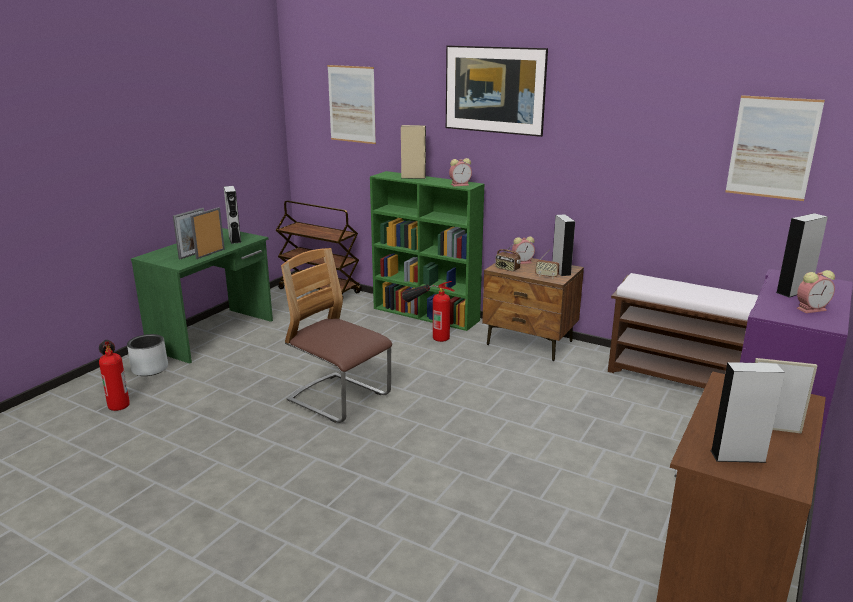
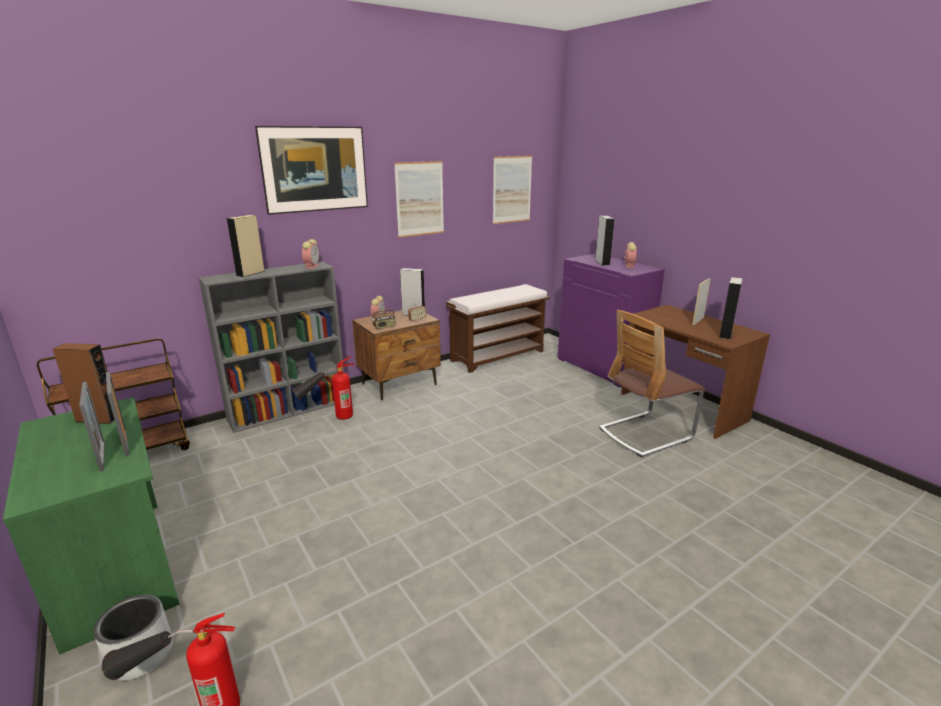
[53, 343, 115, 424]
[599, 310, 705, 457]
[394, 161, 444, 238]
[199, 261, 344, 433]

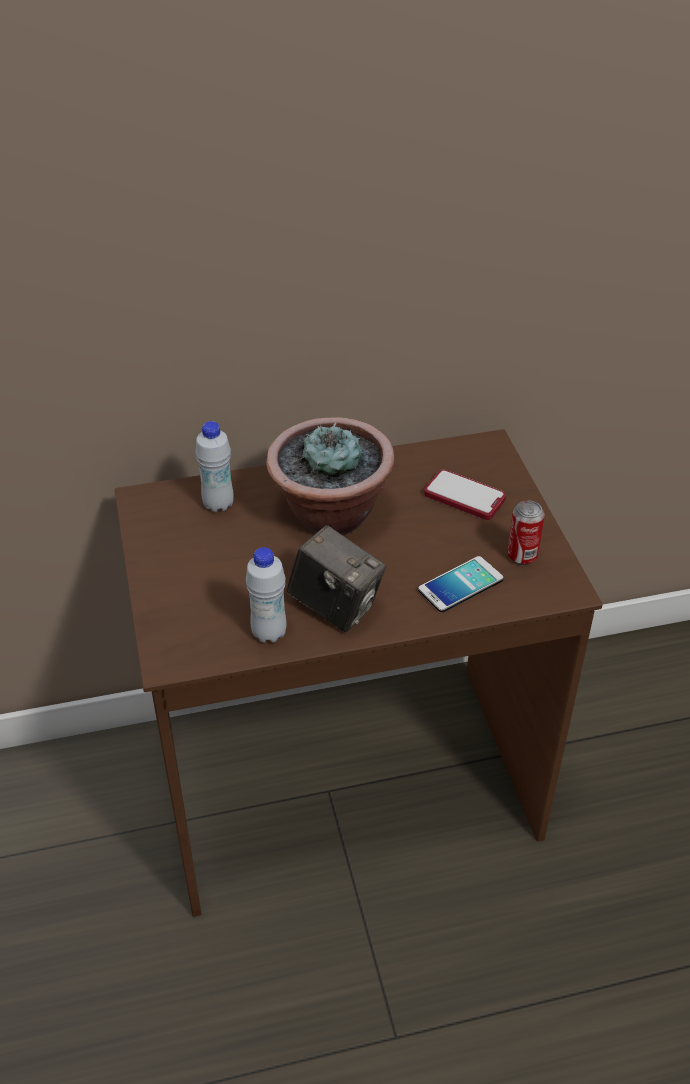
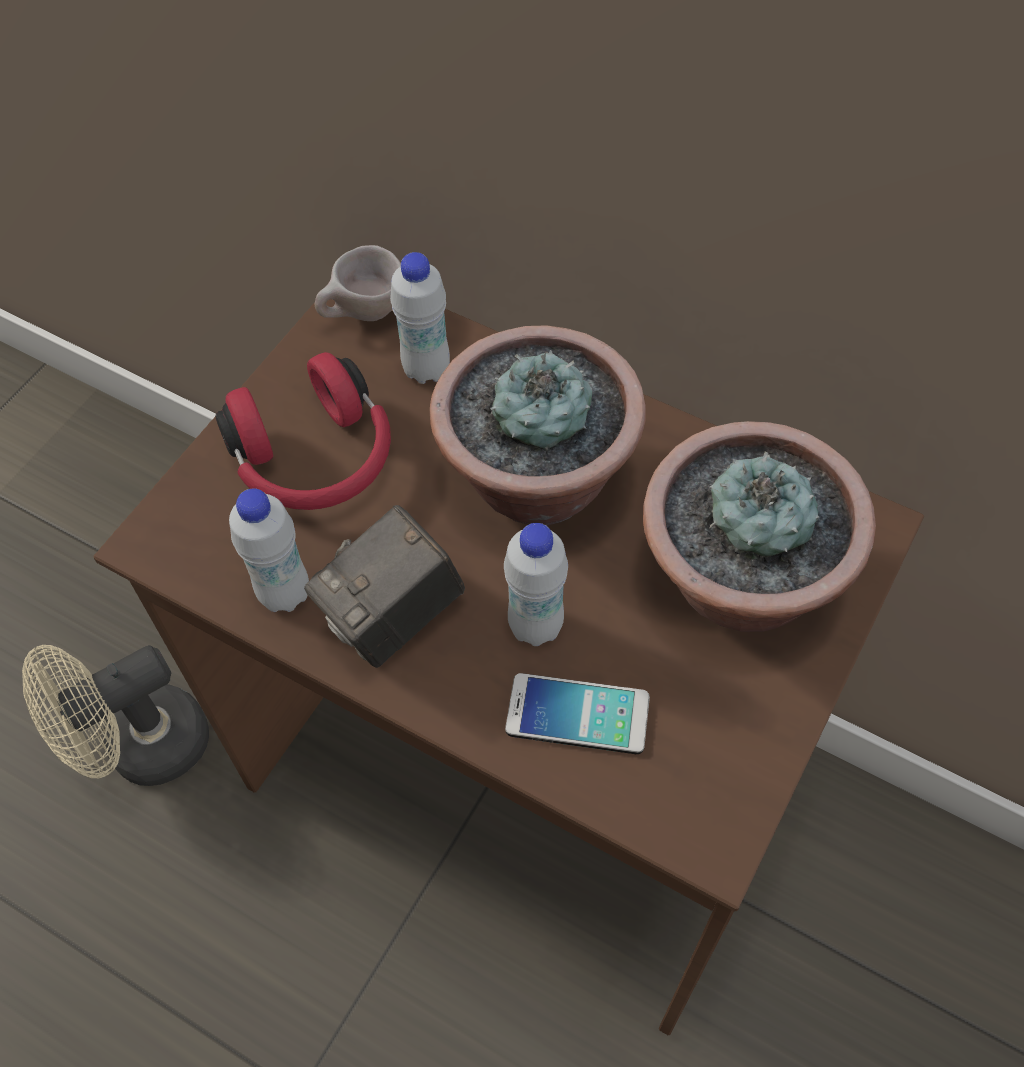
[304, 505, 465, 668]
[643, 421, 876, 632]
[507, 500, 545, 565] (first image)
[22, 645, 209, 786]
[216, 352, 391, 510]
[315, 245, 401, 321]
[504, 523, 568, 646]

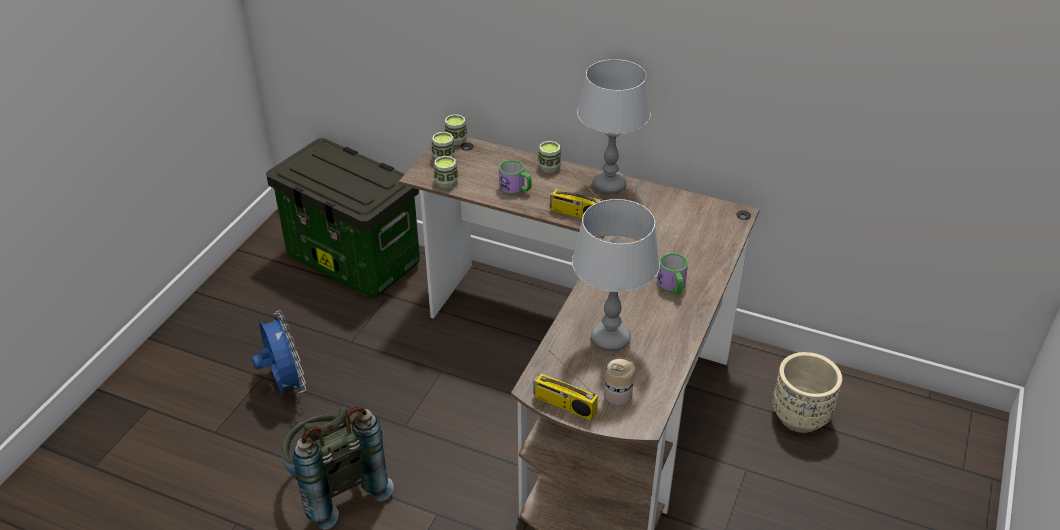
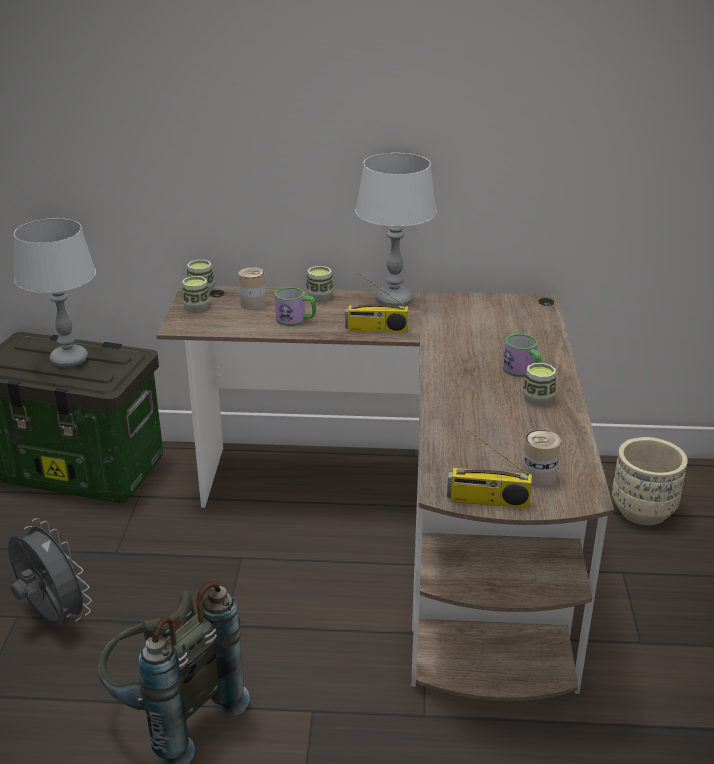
[8, 518, 92, 626]
[523, 363, 556, 406]
[14, 218, 96, 367]
[239, 267, 266, 310]

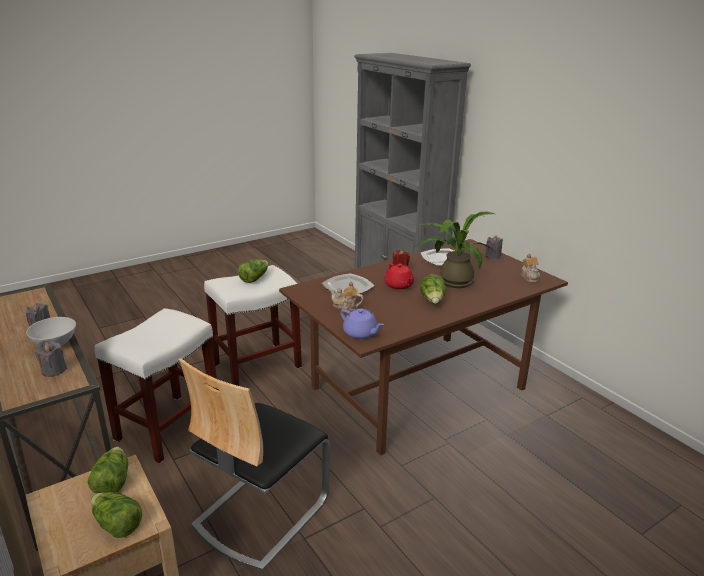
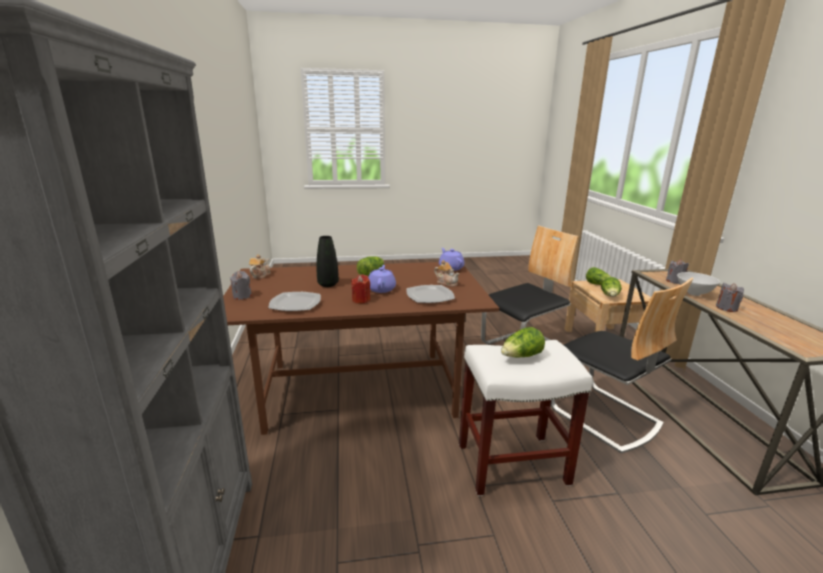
[550, 277, 694, 454]
[368, 265, 396, 293]
[316, 236, 339, 287]

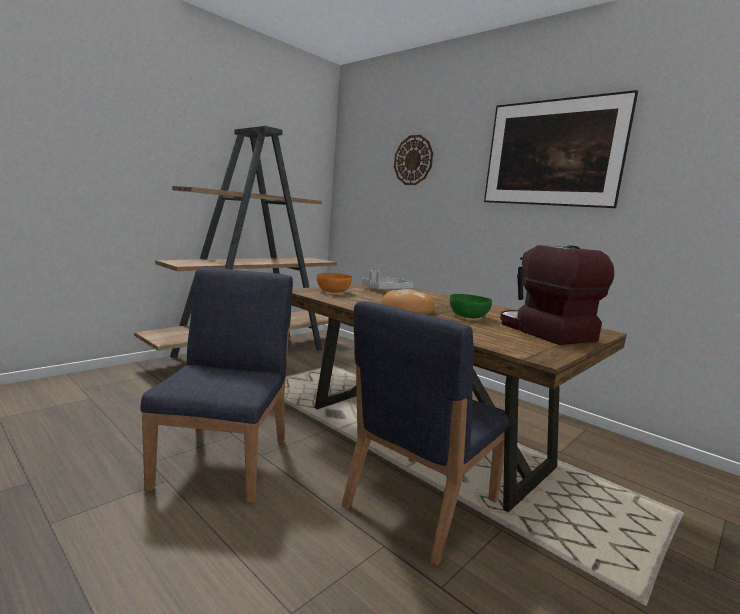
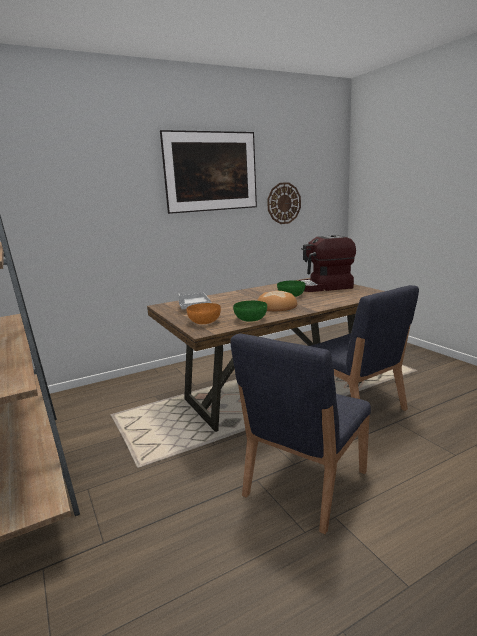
[230, 333, 371, 534]
[267, 182, 301, 224]
[233, 301, 267, 322]

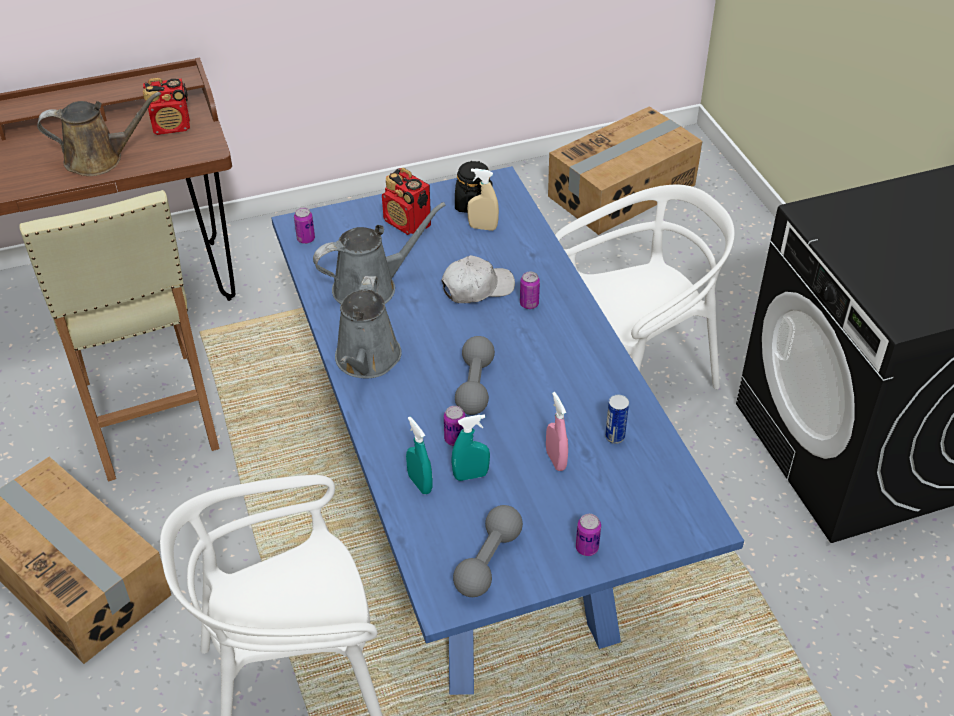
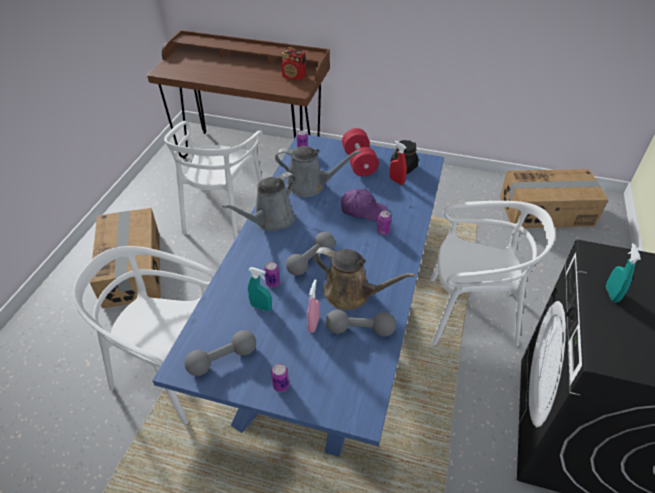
[164, 121, 263, 241]
[313, 247, 415, 310]
[342, 128, 379, 176]
[606, 243, 641, 303]
[341, 189, 388, 221]
[390, 141, 407, 185]
[325, 310, 396, 337]

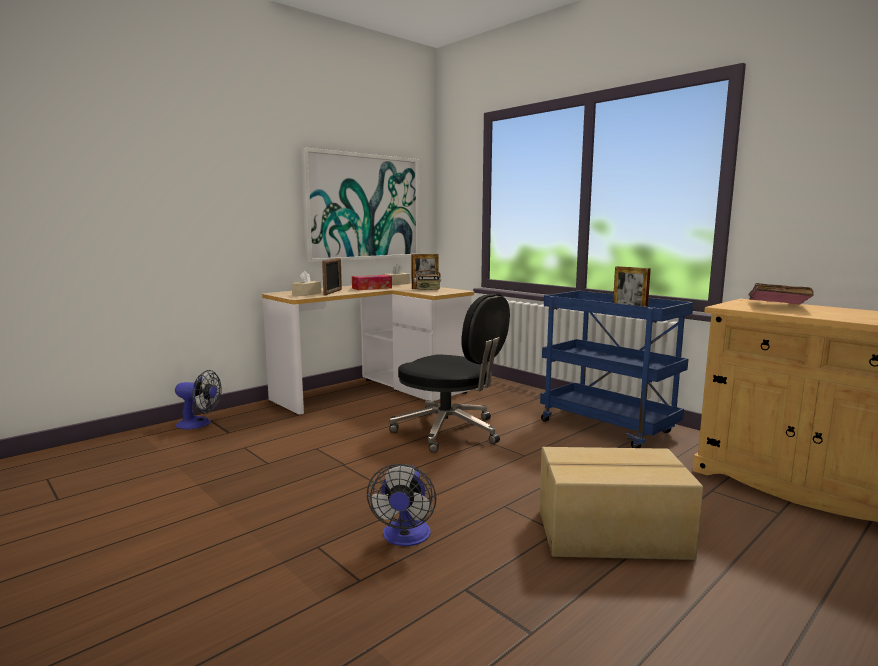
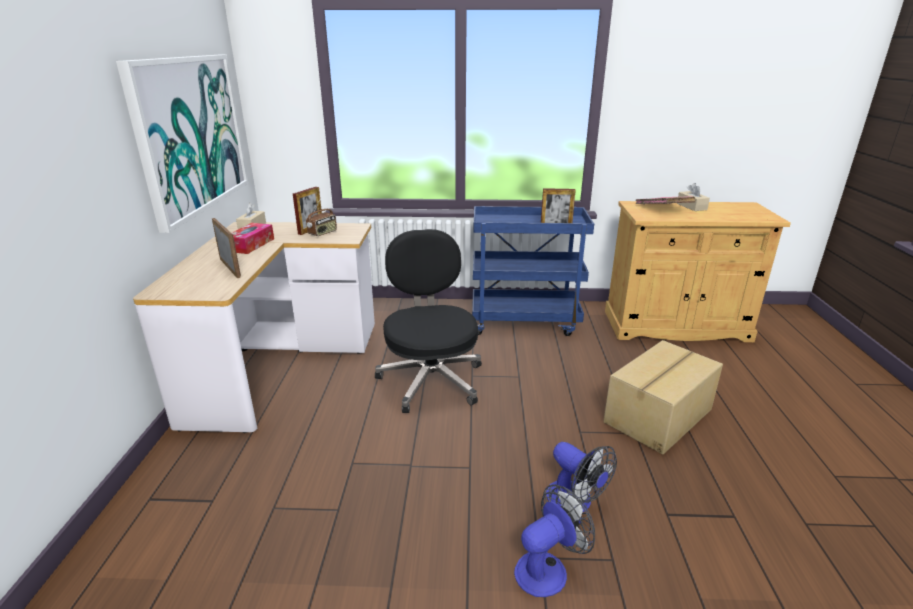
[514, 484, 595, 597]
[677, 183, 710, 211]
[375, 229, 482, 413]

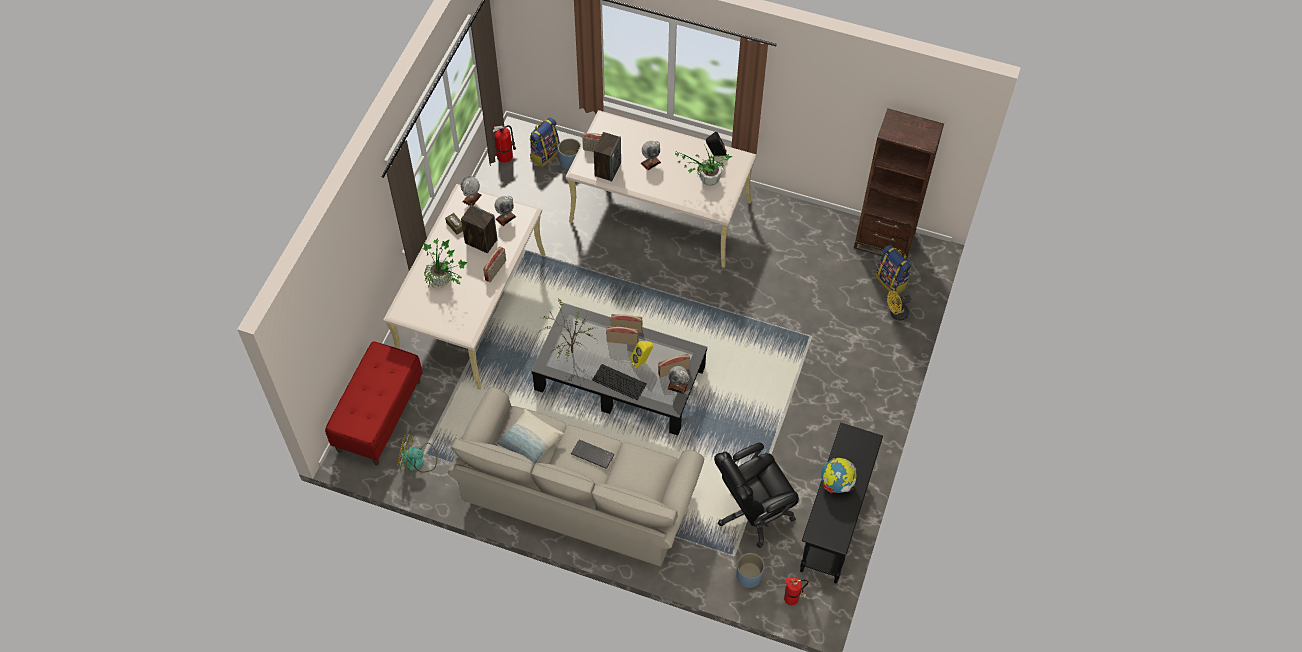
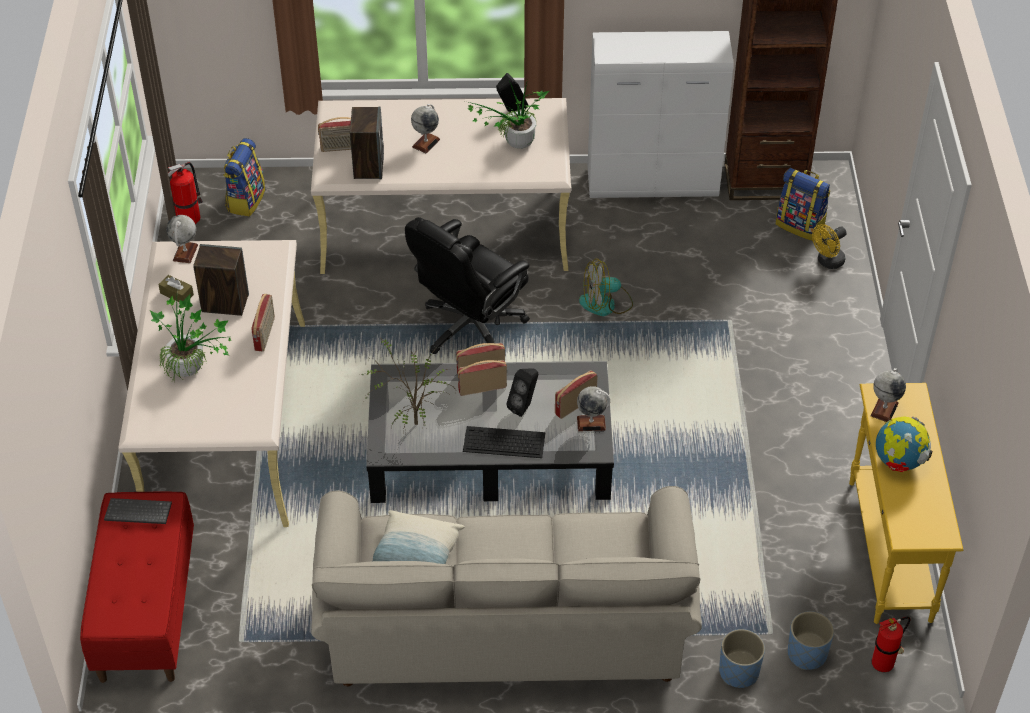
[579, 259, 633, 316]
[871, 368, 906, 422]
[719, 629, 765, 688]
[104, 498, 172, 524]
[507, 368, 538, 417]
[405, 217, 530, 354]
[849, 383, 963, 624]
[588, 31, 734, 198]

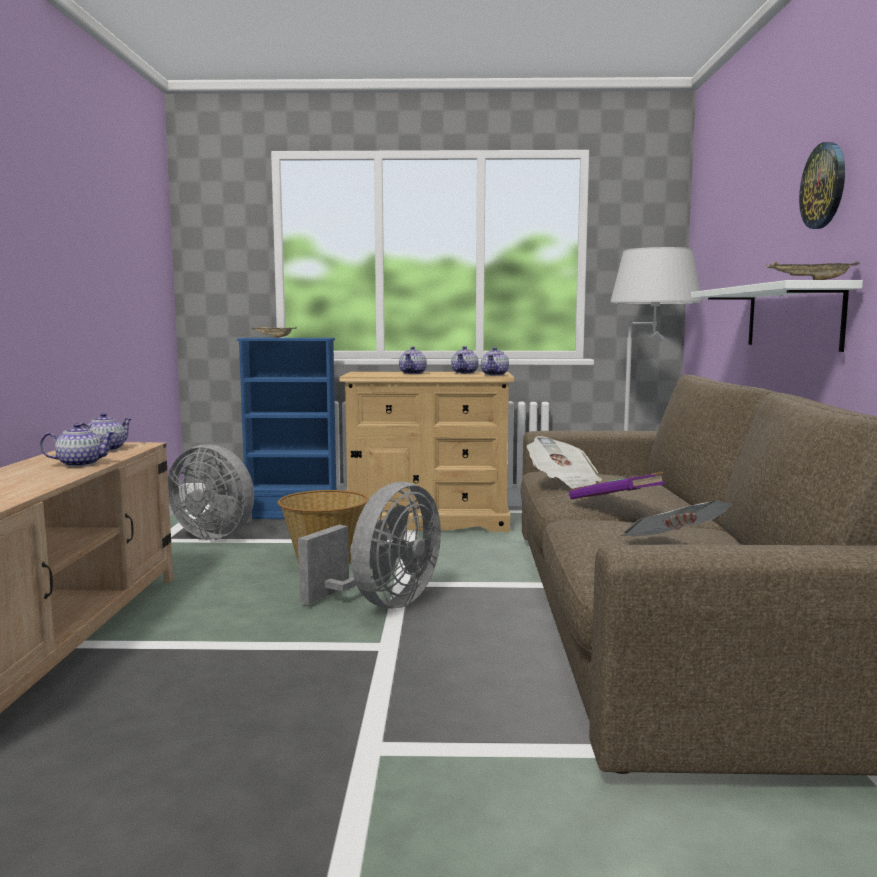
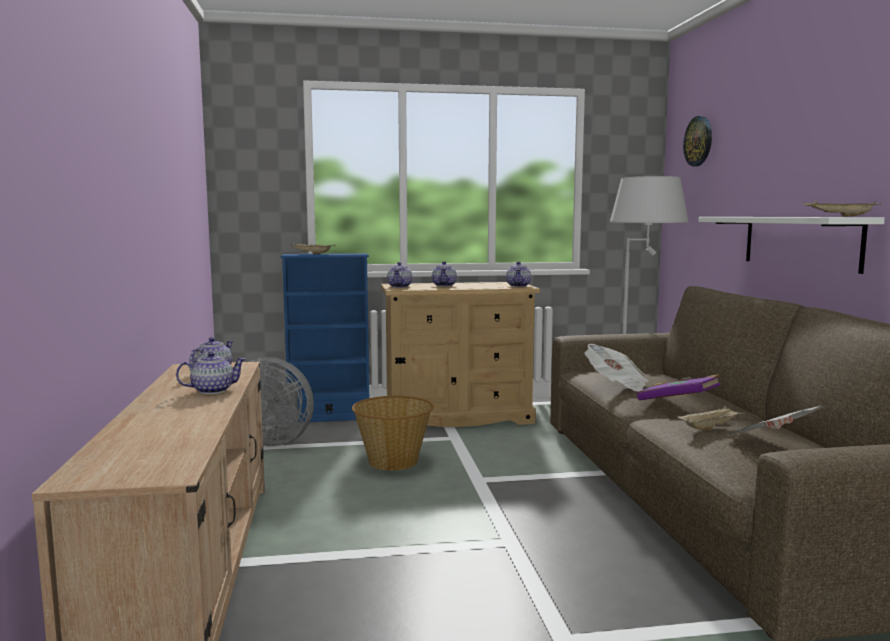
[298, 482, 441, 609] (first image)
[387, 262, 412, 288]
[683, 116, 712, 166]
[677, 406, 746, 431]

